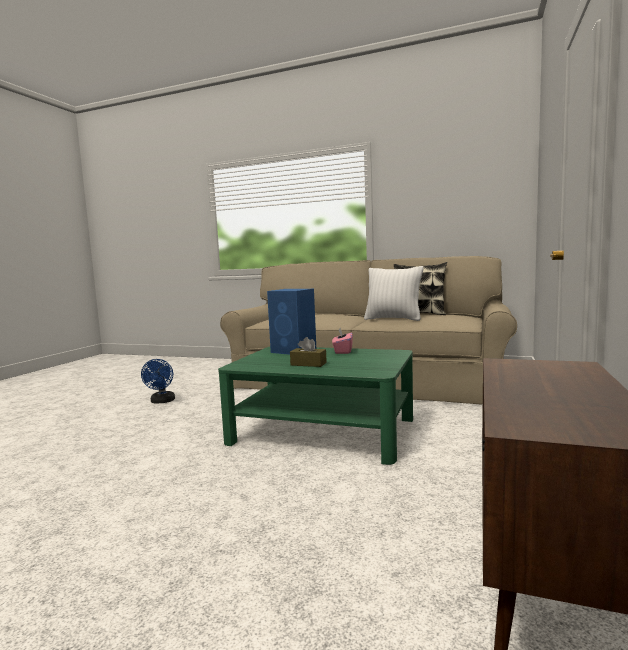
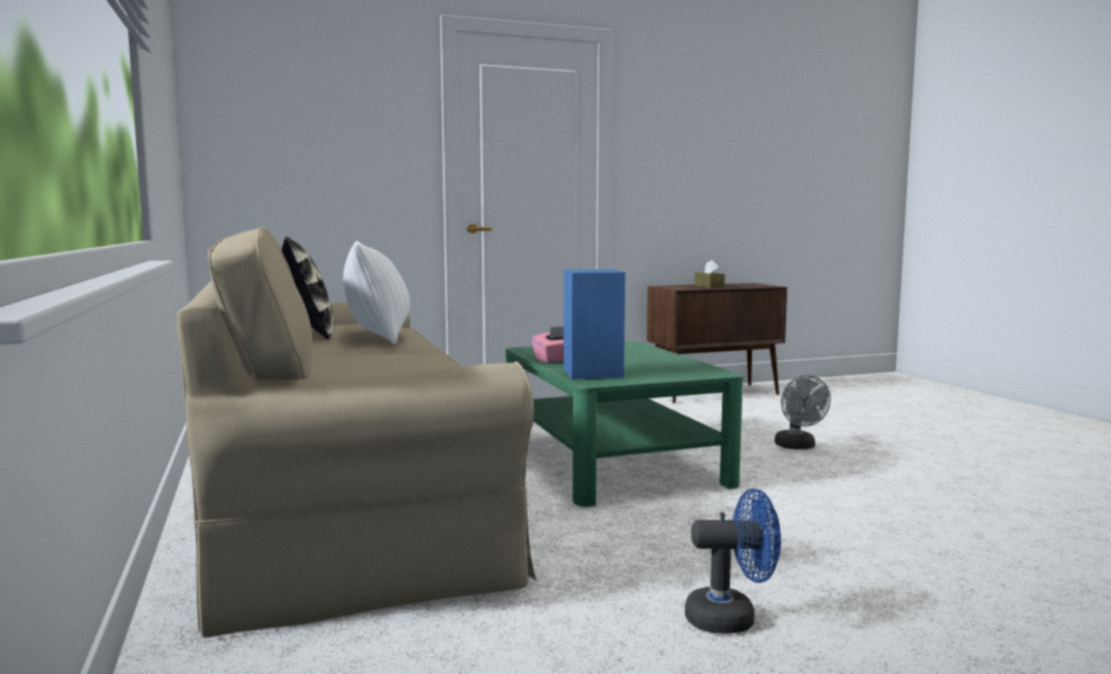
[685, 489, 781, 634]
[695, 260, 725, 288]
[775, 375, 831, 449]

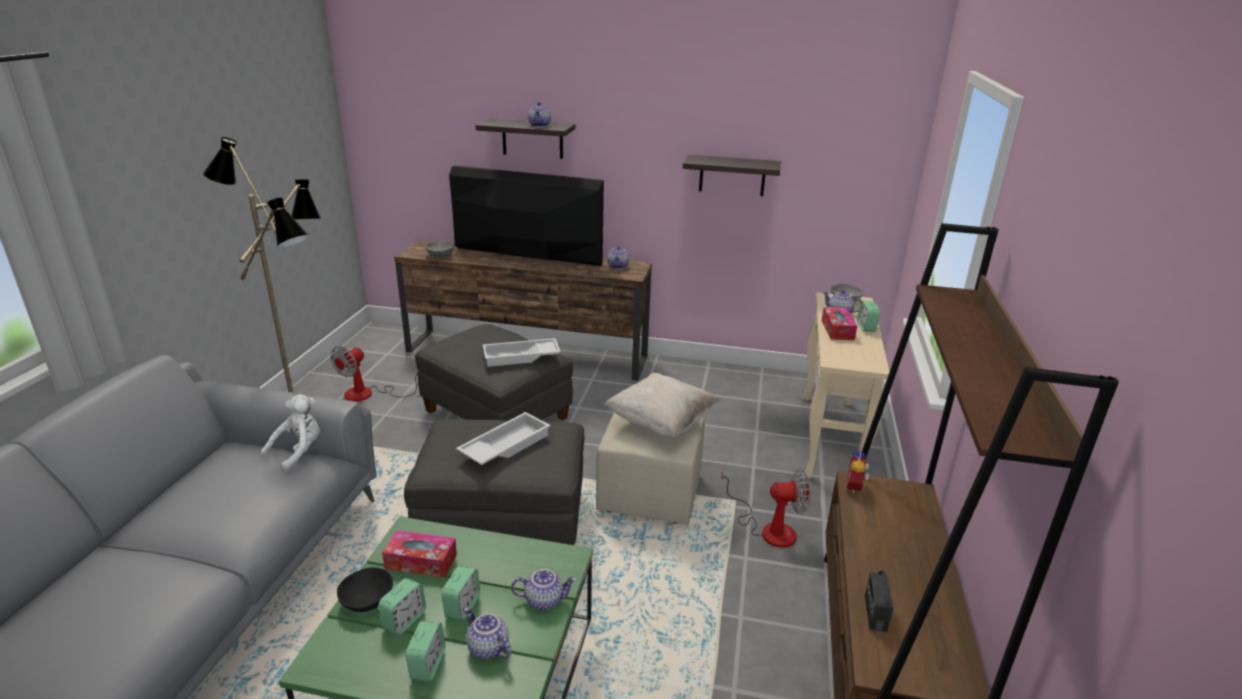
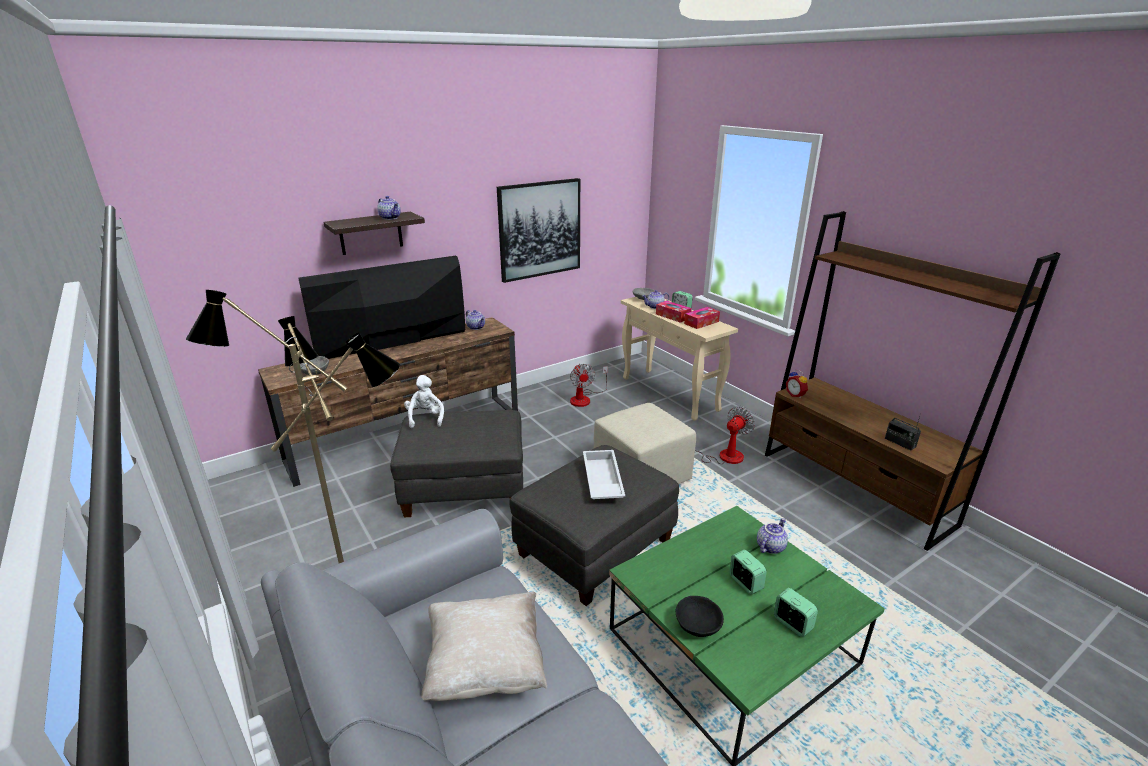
[404, 375, 444, 428]
[570, 364, 608, 407]
[378, 578, 426, 635] (first image)
[684, 307, 720, 329]
[464, 607, 511, 659] (first image)
[483, 338, 561, 367] (first image)
[421, 591, 547, 701]
[497, 178, 580, 283]

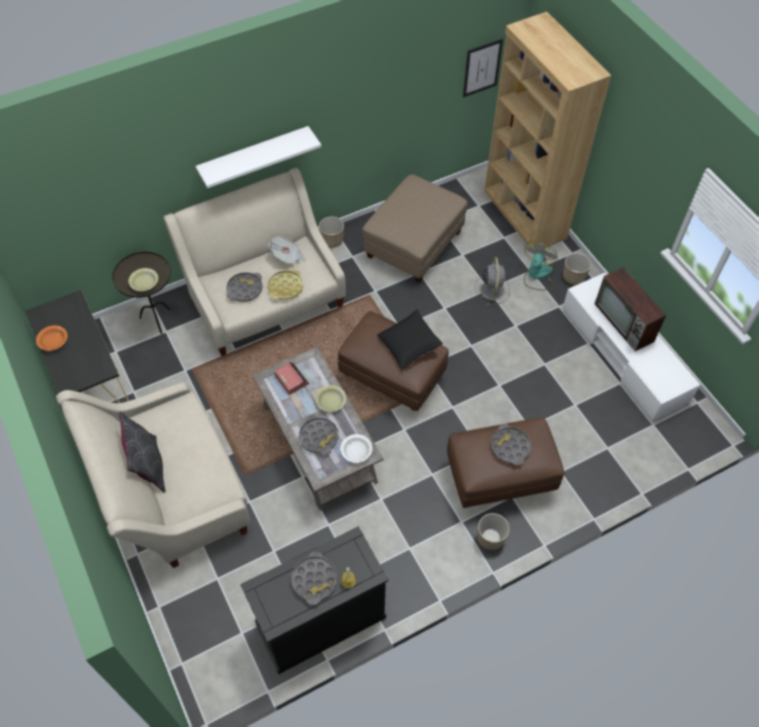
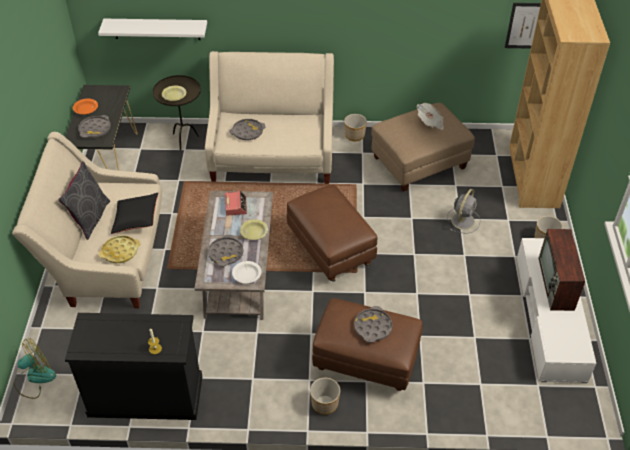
[98, 19, 207, 40]
[417, 103, 444, 130]
[98, 235, 140, 263]
[78, 115, 111, 138]
[111, 193, 159, 234]
[13, 338, 56, 399]

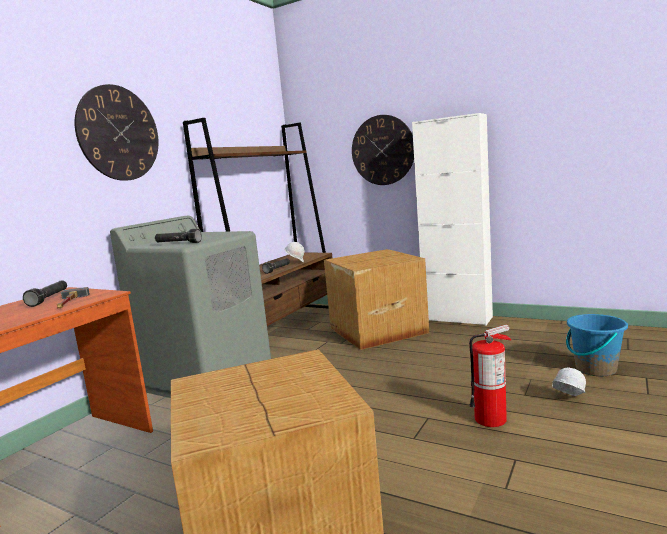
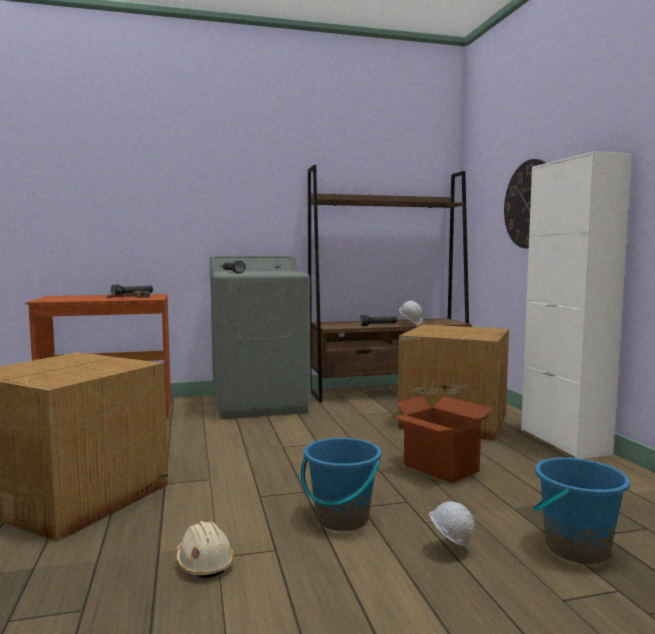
[75, 84, 158, 181] (first image)
[300, 438, 381, 531]
[176, 521, 234, 578]
[390, 396, 493, 483]

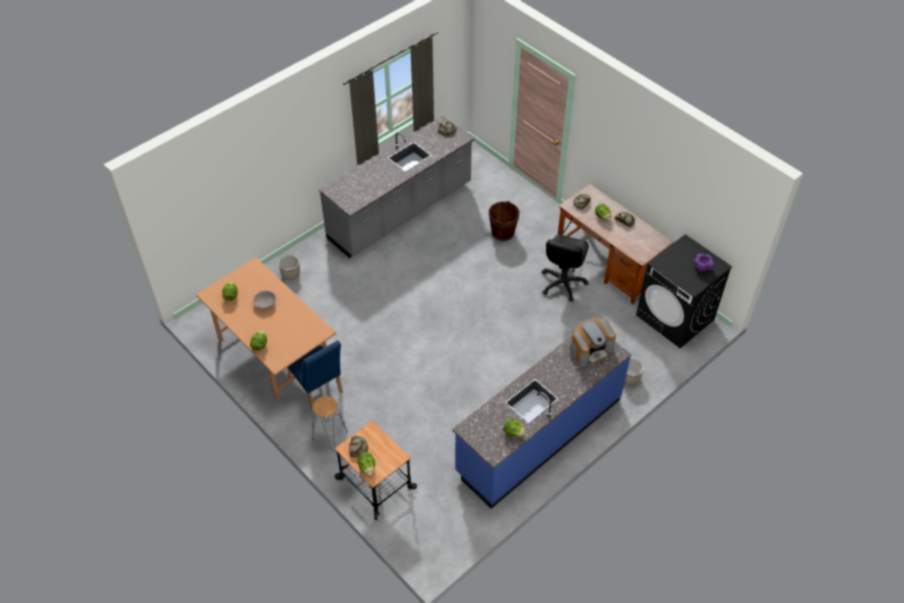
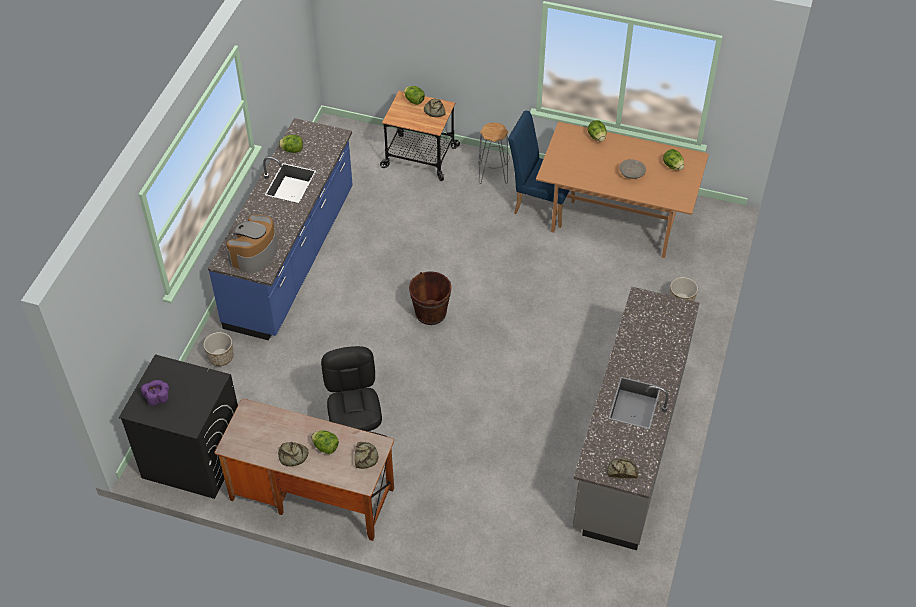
[409, 271, 452, 325]

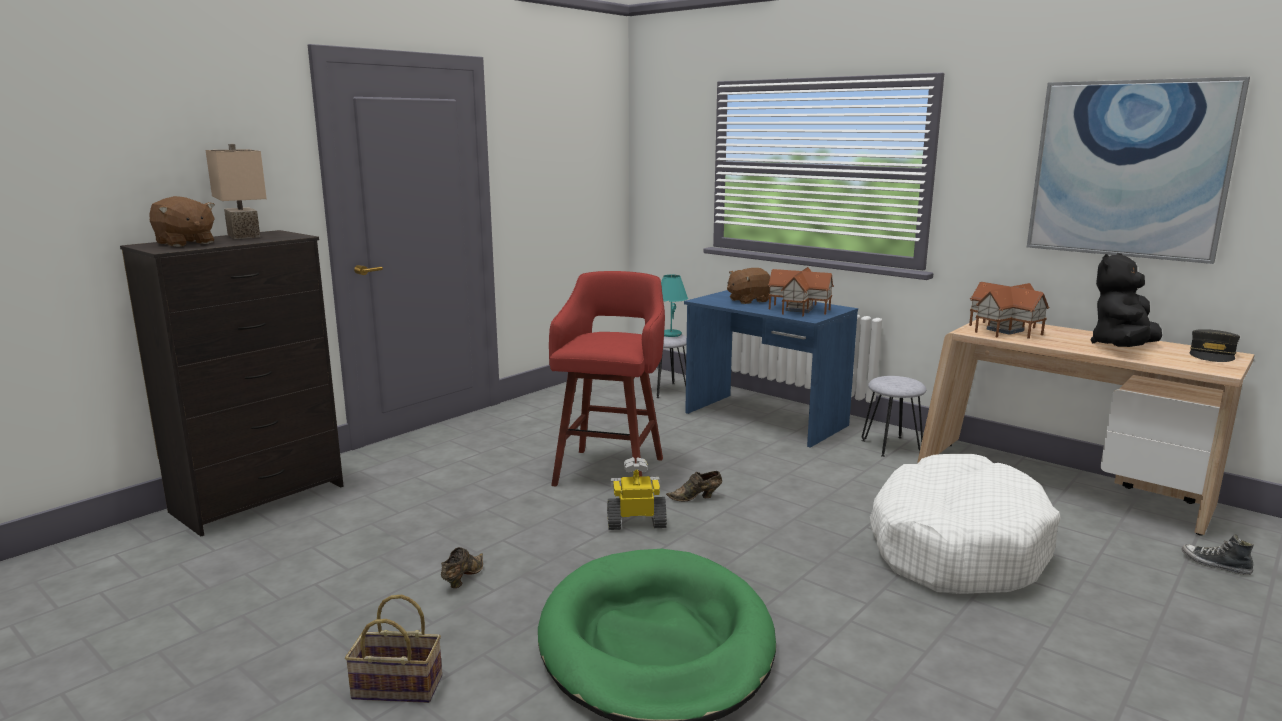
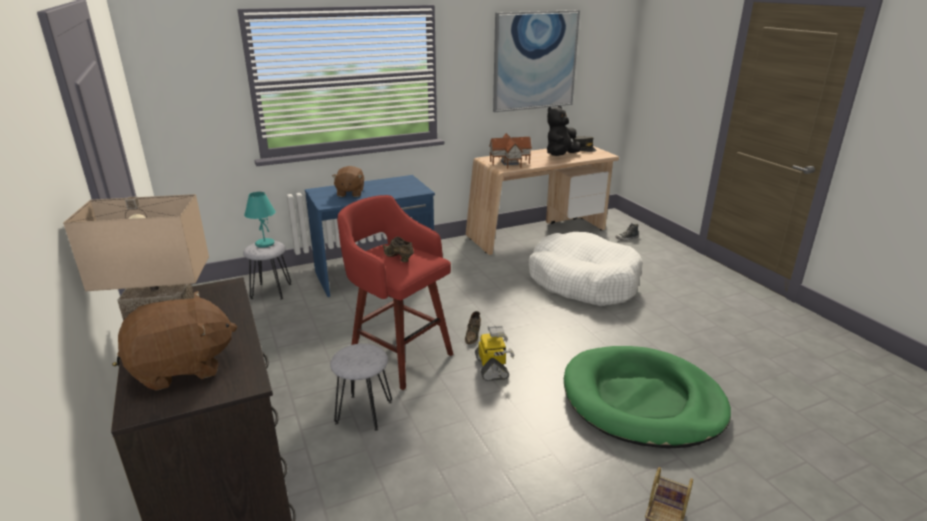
[383, 237, 414, 262]
[475, 325, 514, 381]
[768, 267, 834, 317] (first image)
[330, 343, 392, 431]
[547, 106, 581, 156]

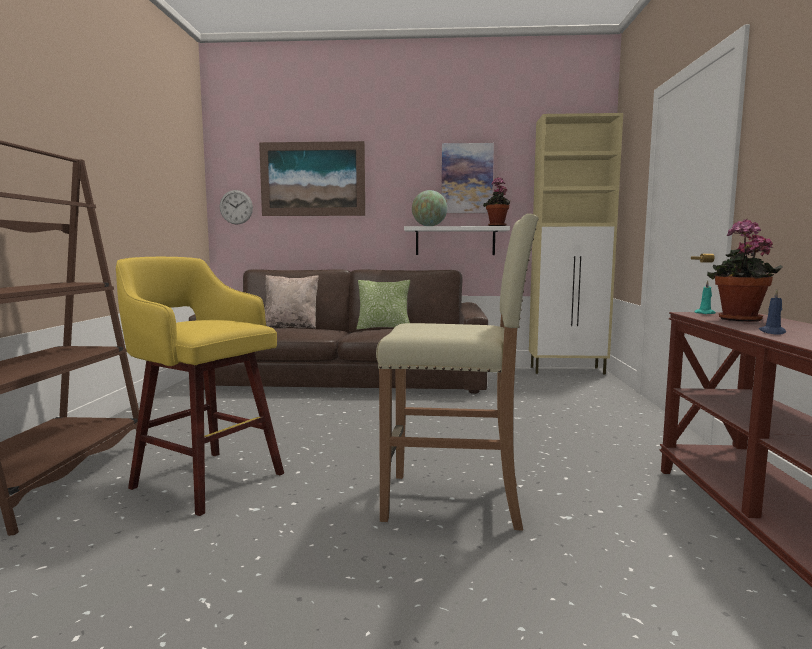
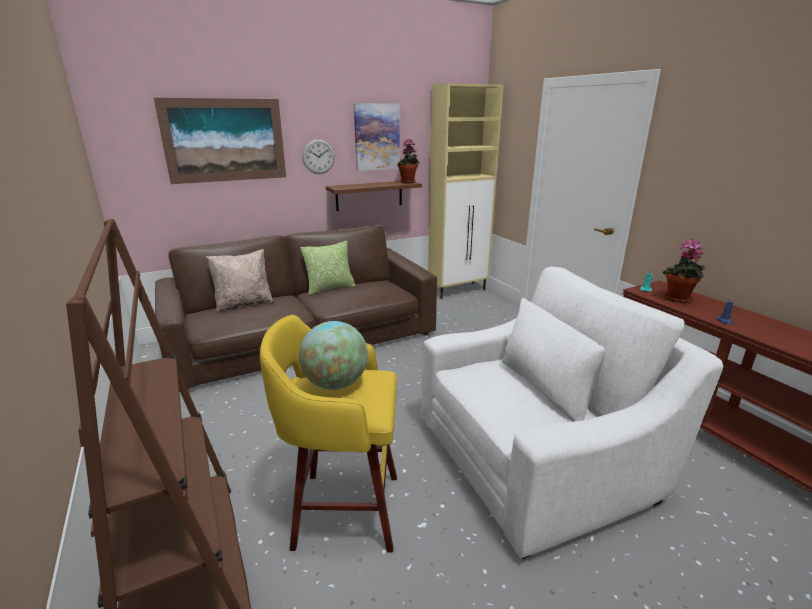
[302, 139, 335, 174]
[421, 267, 723, 559]
[326, 181, 422, 211]
[299, 321, 368, 390]

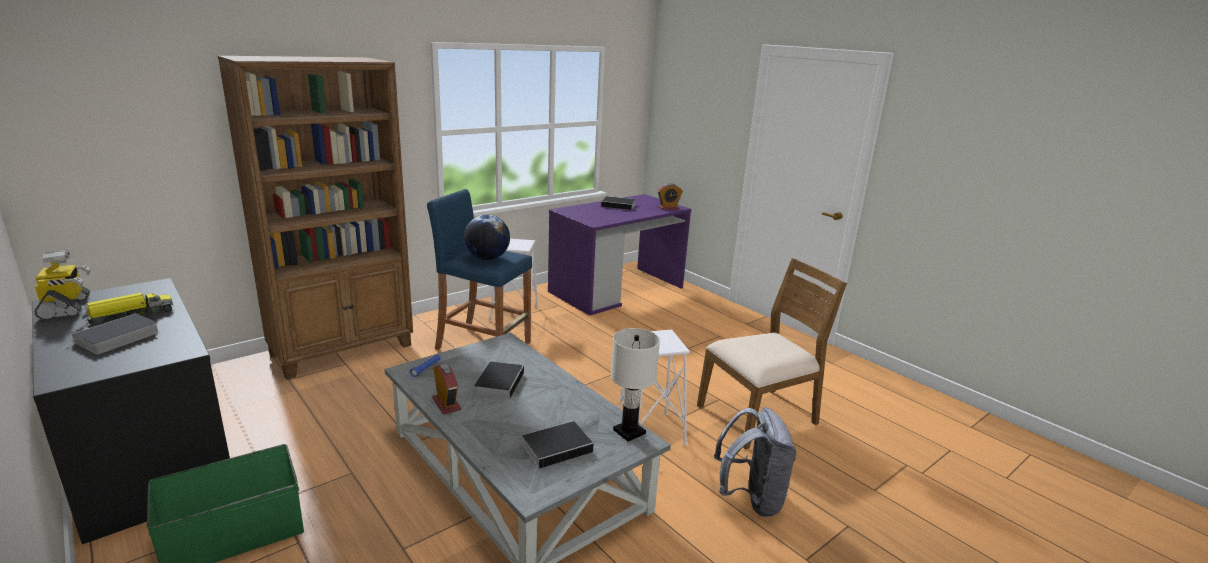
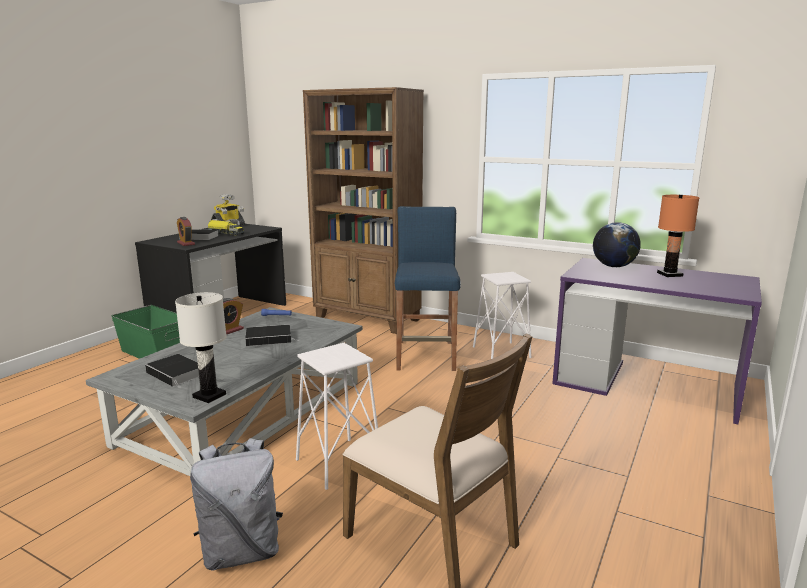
[593, 222, 641, 267]
[657, 195, 699, 277]
[177, 217, 195, 246]

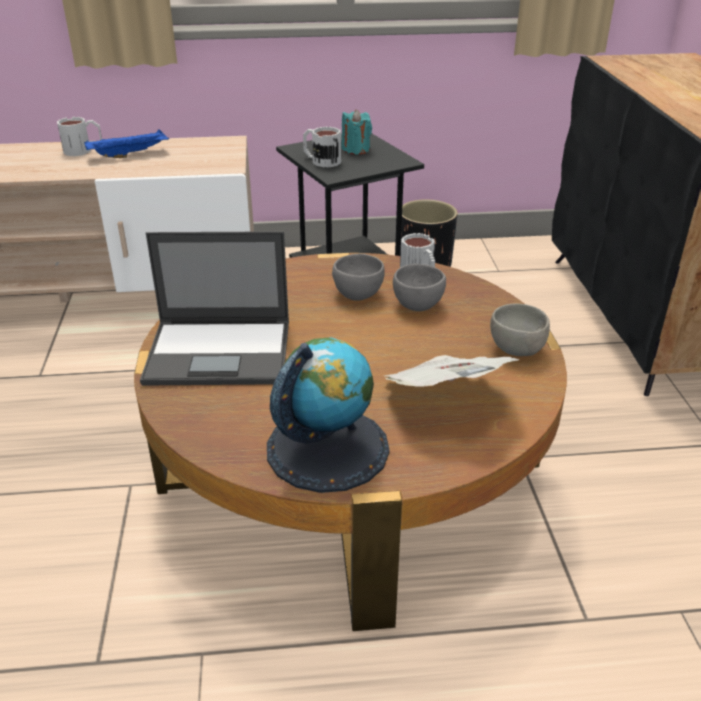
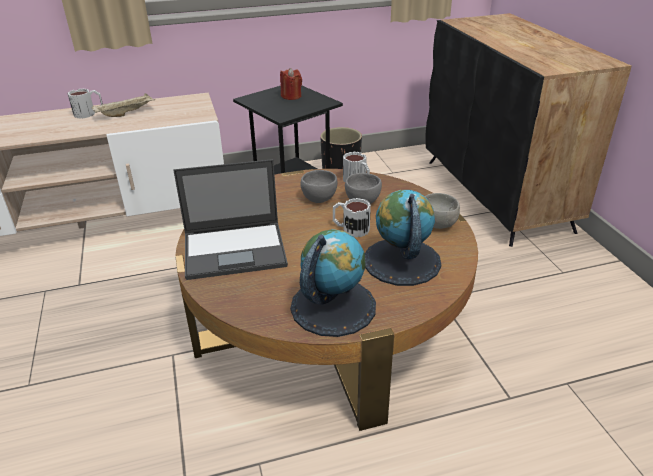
[92, 93, 155, 117]
[333, 198, 371, 237]
[280, 68, 302, 100]
[365, 190, 441, 286]

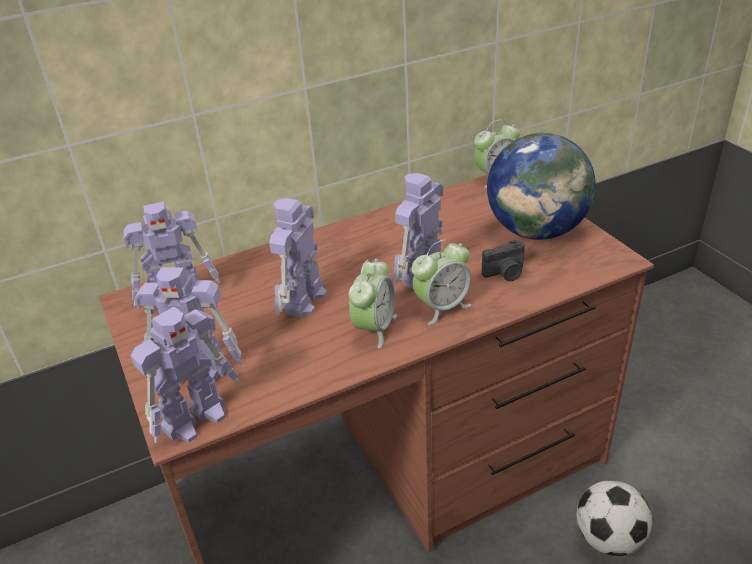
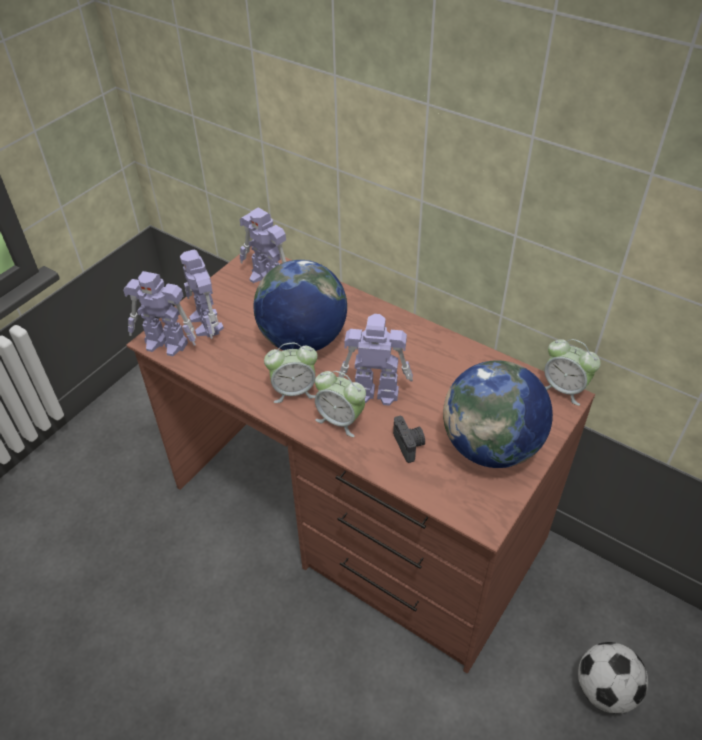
[254, 260, 347, 351]
[393, 416, 425, 463]
[578, 642, 648, 714]

